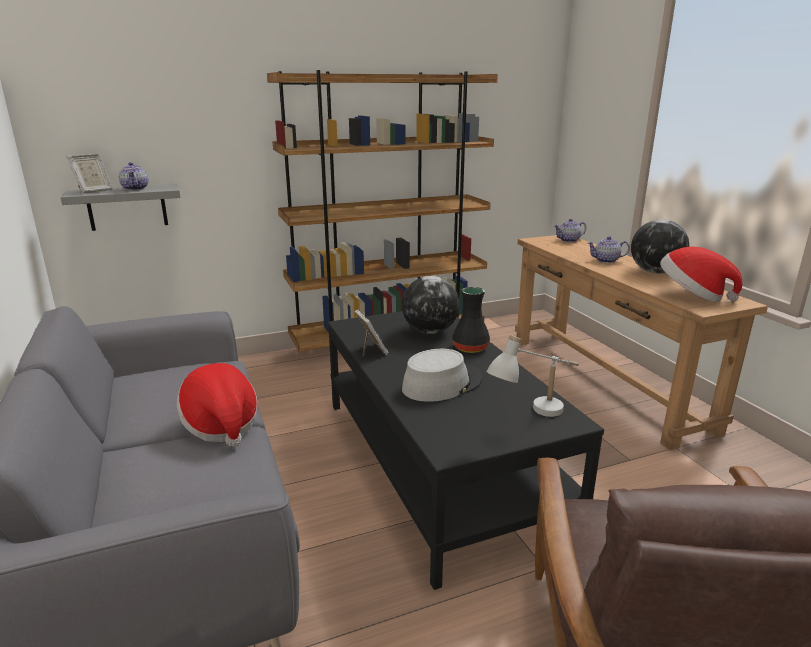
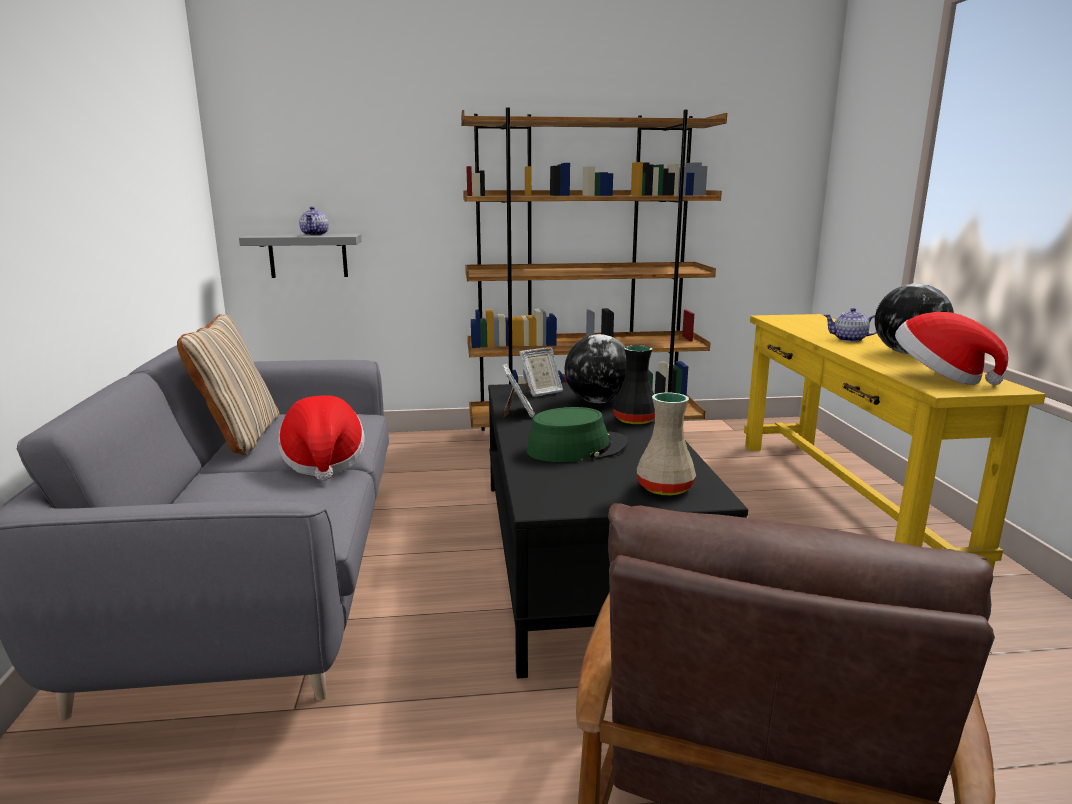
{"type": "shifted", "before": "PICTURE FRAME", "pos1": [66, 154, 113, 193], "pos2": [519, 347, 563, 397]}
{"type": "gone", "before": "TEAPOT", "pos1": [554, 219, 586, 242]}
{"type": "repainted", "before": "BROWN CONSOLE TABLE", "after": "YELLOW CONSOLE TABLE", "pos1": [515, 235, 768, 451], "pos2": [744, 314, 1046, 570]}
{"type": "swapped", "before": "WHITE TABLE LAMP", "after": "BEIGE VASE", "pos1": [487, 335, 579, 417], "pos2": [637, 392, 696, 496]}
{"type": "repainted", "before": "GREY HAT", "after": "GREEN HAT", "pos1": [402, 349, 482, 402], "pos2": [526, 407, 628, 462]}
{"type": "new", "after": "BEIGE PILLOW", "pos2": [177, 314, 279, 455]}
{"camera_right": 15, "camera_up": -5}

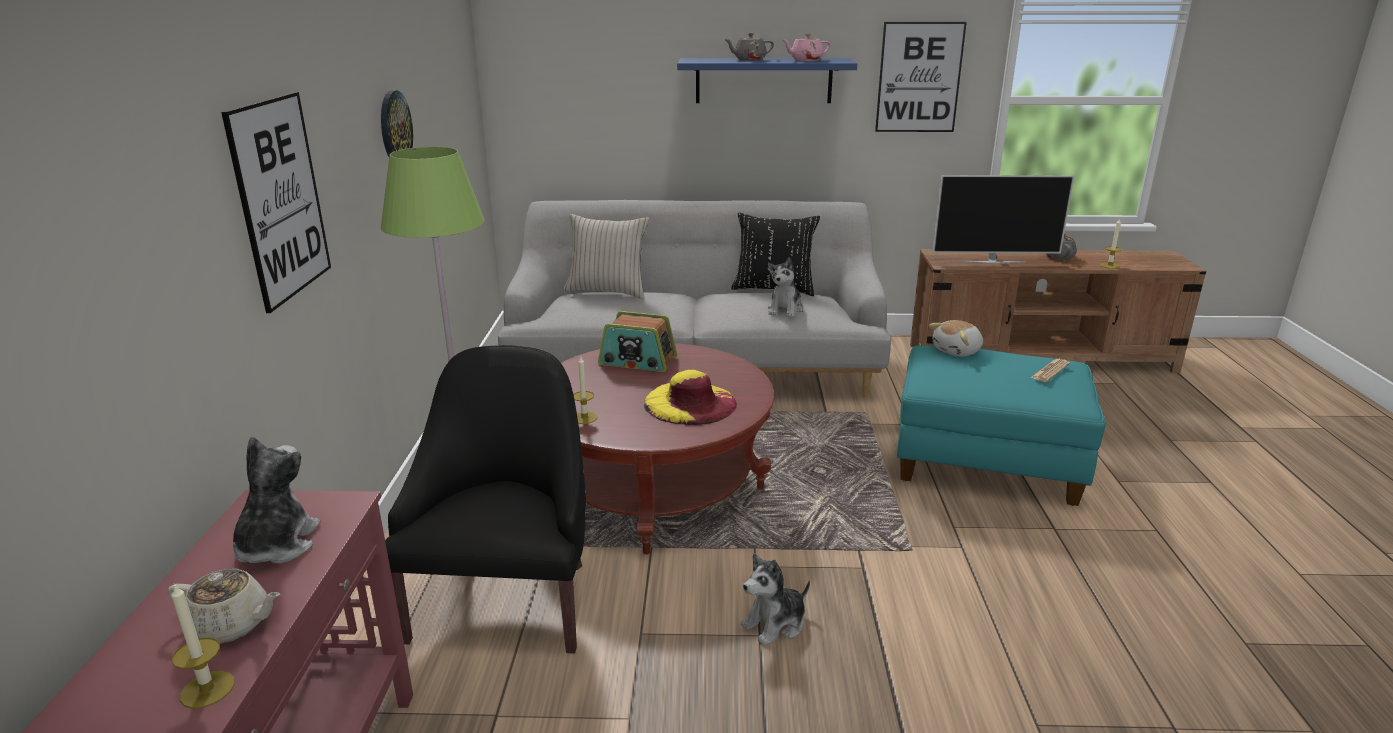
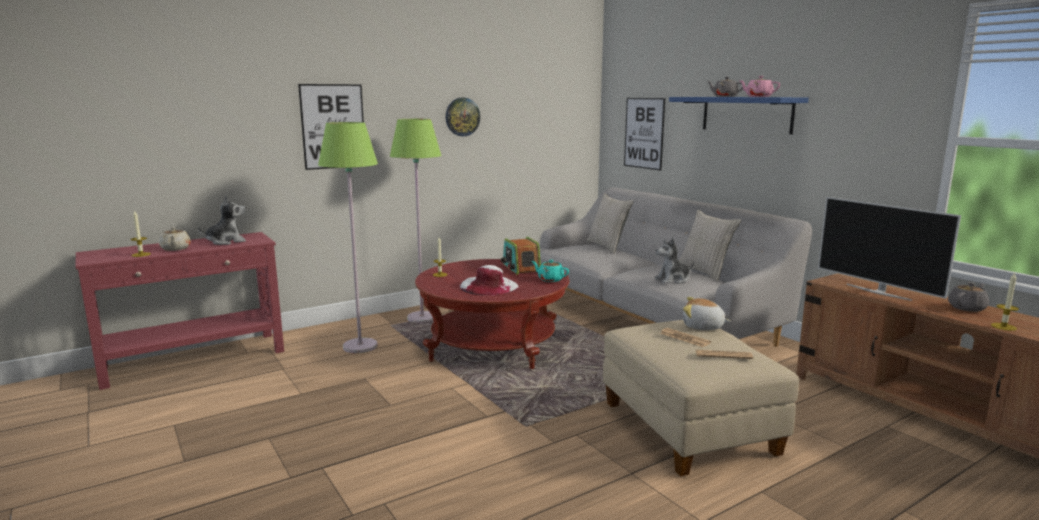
{"type": "shifted", "before": "PICTURE", "pos1": [875, 22, 967, 132], "pos2": [624, 98, 665, 170]}
{"type": "repainted", "before": "BLACK PILLOW", "after": "BEIGE PILLOW", "pos1": [731, 213, 820, 296], "pos2": [679, 210, 741, 282]}
{"type": "swapped", "before": "BLACK ARMCHAIR", "after": "GREEN FLOOR LAMP", "pos1": [385, 345, 586, 654], "pos2": [318, 122, 378, 353]}
{"type": "repainted", "before": "TURQUOISE OTTOMAN", "after": "BEIGE OTTOMAN", "pos1": [897, 345, 1106, 506], "pos2": [603, 320, 799, 476]}
{"type": "repainted", "before": "YELLOW HAT", "after": "WHITE HAT", "pos1": [644, 370, 737, 425], "pos2": [460, 265, 519, 295]}
{"type": "gone", "before": "PLUSH TOY", "pos1": [741, 553, 810, 646]}
{"type": "new", "after": "TURQUOISE TEAPOT", "pos2": [532, 260, 569, 282]}
{"type": "new", "after": "NEWSPAPER", "pos2": [660, 328, 711, 347]}
{"camera_right": 55, "camera_up": -10}

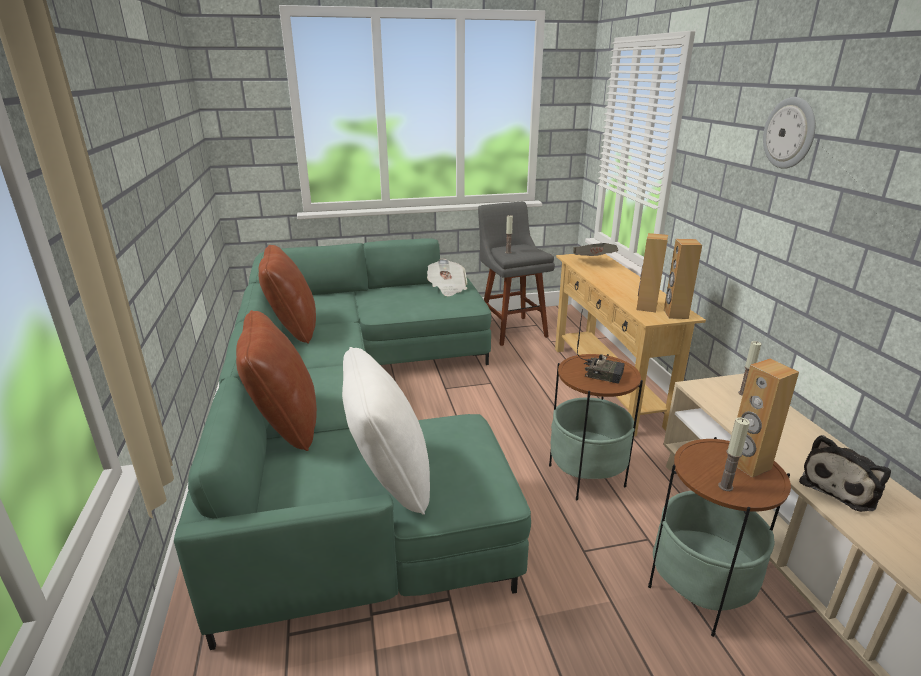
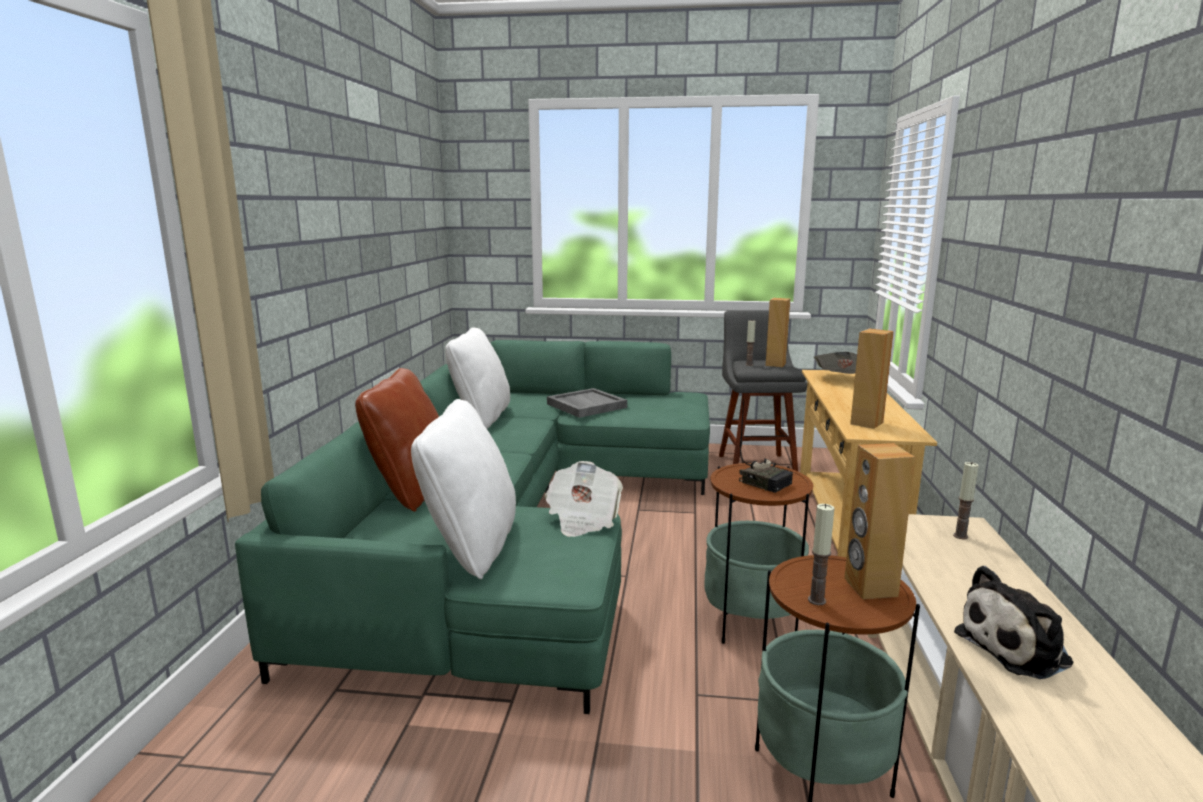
{"type": "gone", "before": "WALL CLOCK", "pos1": [763, 97, 815, 169]}
{"type": "shifted", "before": "BROWN SPEAKER", "pos1": [664, 239, 702, 319], "pos2": [766, 298, 790, 367]}
{"type": "repainted", "before": "BROWN PILLOW", "after": "WHITE PILLOW", "pos1": [259, 245, 316, 344], "pos2": [445, 327, 510, 429]}
{"type": "shifted", "before": "NEWSPAPER", "pos1": [427, 258, 467, 296], "pos2": [545, 461, 623, 537]}
{"type": "new", "after": "GREY TRAY", "pos2": [547, 388, 627, 418]}
{"camera_right": 20, "camera_up": -10}

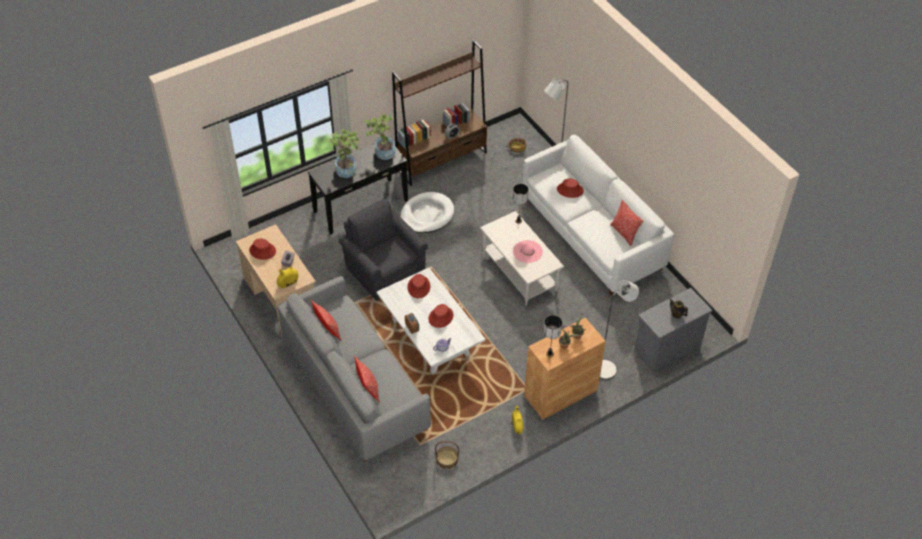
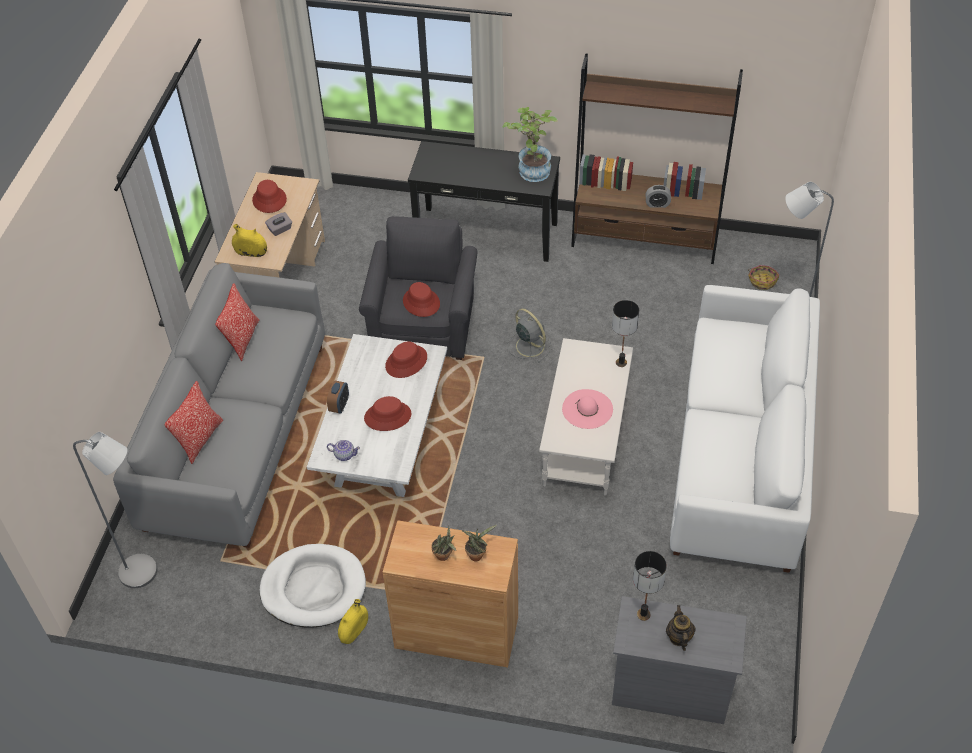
{"type": "gone", "before": "POTTED PLANT", "pos1": [328, 129, 359, 178]}
{"type": "shifted", "before": "RED HAT", "pos1": [557, 178, 584, 198], "pos2": [403, 282, 440, 317]}
{"type": "shifted", "before": "WHITE DOG BED", "pos1": [400, 192, 454, 233], "pos2": [260, 544, 366, 627]}
{"type": "gone", "before": "PILLOW", "pos1": [610, 200, 644, 246]}
{"type": "shifted", "before": "GREY FLOOR LAMP", "pos1": [600, 280, 639, 380], "pos2": [73, 432, 157, 588]}
{"type": "shifted", "before": "TABLE LAMP", "pos1": [544, 315, 562, 358], "pos2": [633, 551, 667, 621]}
{"type": "gone", "before": "BASKET", "pos1": [435, 441, 459, 469]}
{"type": "new", "after": "GREY FAN", "pos2": [507, 309, 551, 363]}
{"camera_right": 45, "camera_up": 0}

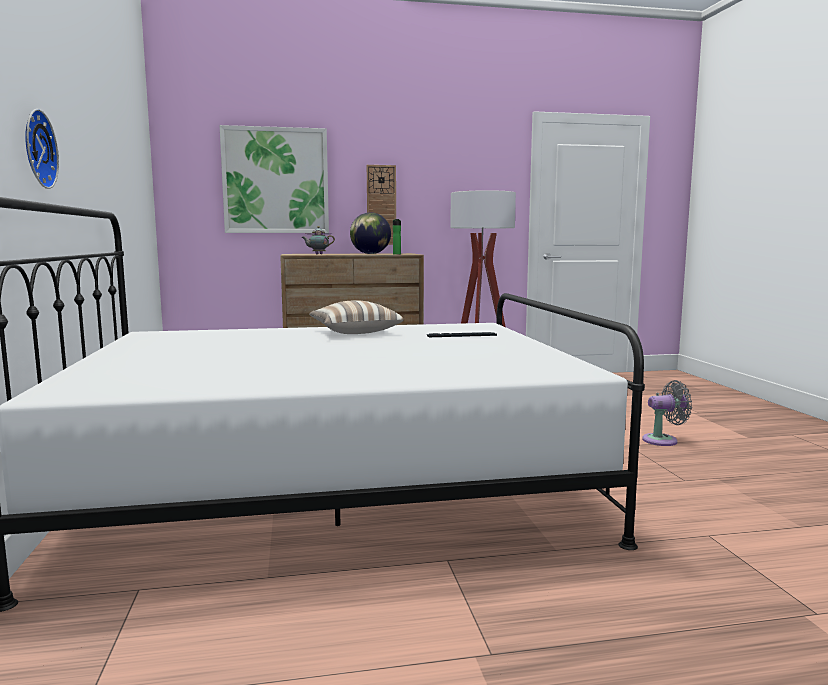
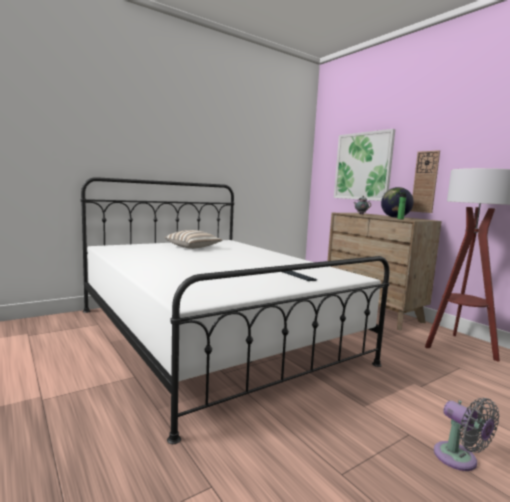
{"type": "gone", "before": "WALL CLOCK", "pos1": [25, 109, 59, 189]}
{"type": "shifted", "before": "PILLOW", "pos1": [309, 300, 404, 334], "pos2": [165, 230, 223, 249]}
{"camera_right": 65, "camera_up": 0}

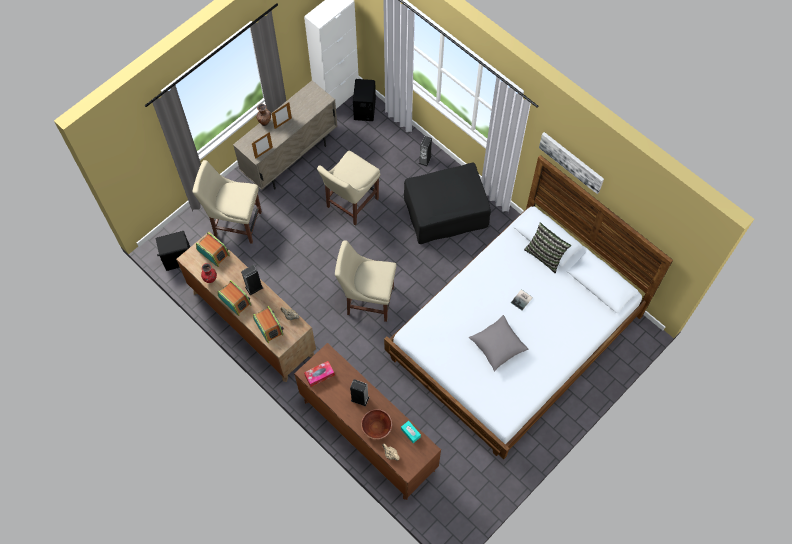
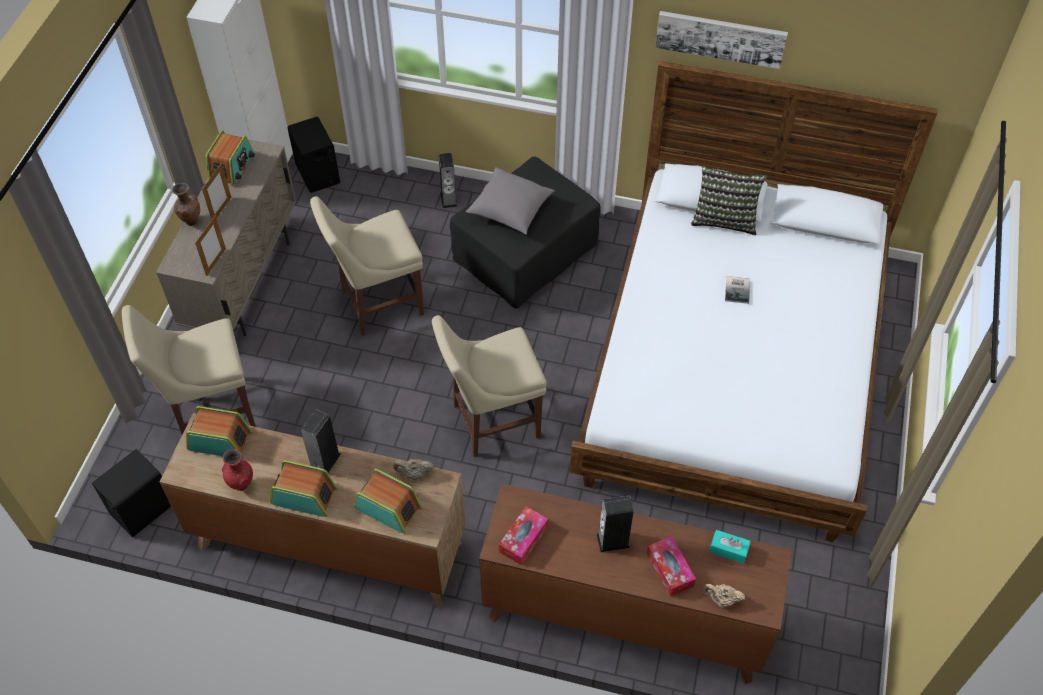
{"type": "rotated", "before": "BEIGE CHAIR", "pos1": [317, 150, 380, 226], "pos2": [310, 196, 424, 336], "turn": 60}
{"type": "shifted", "before": "GREY PILLOW", "pos1": [469, 315, 529, 372], "pos2": [466, 167, 555, 235]}
{"type": "swapped", "before": "BROWN BOWL", "after": "TISSUE BOX", "pos1": [361, 409, 392, 439], "pos2": [647, 536, 696, 596]}
{"type": "new", "after": "RADIO", "pos2": [206, 130, 255, 186]}
{"camera_right": -30, "camera_up": -10}

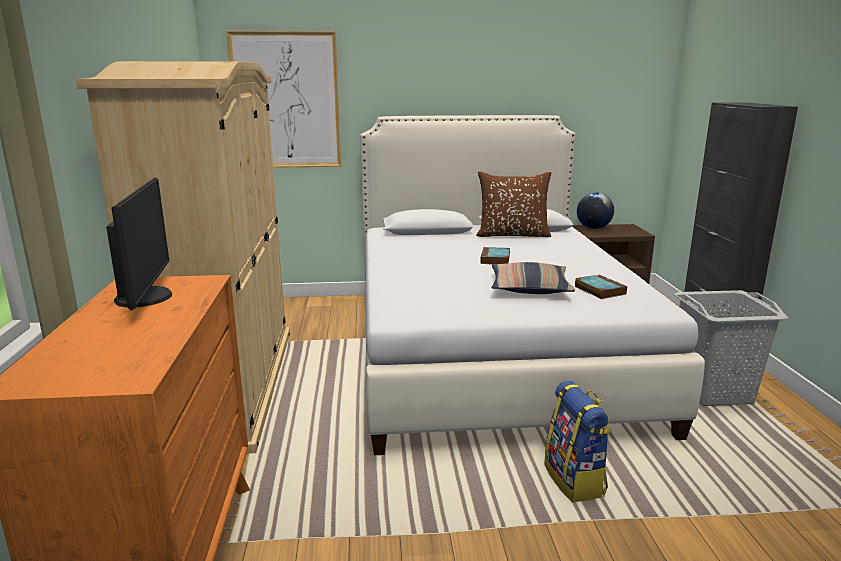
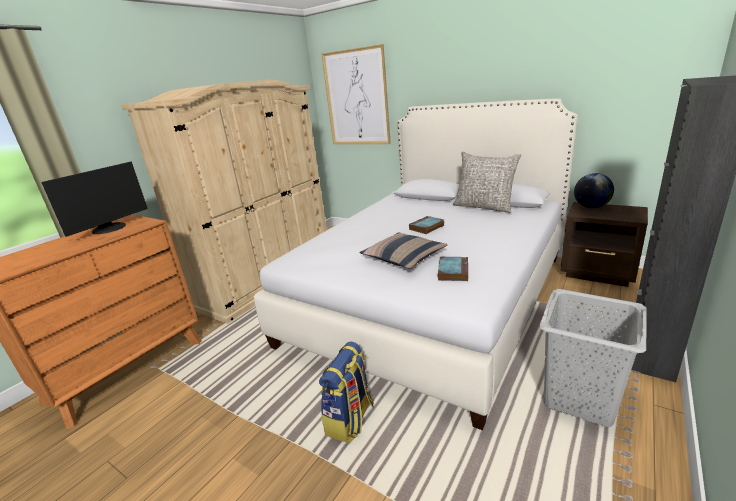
{"type": "repainted", "before": "BROWN PILLOW", "after": "GREY PILLOW", "pos1": [476, 171, 551, 237], "pos2": [453, 152, 521, 213]}
{"camera_right": 40, "camera_up": 5}

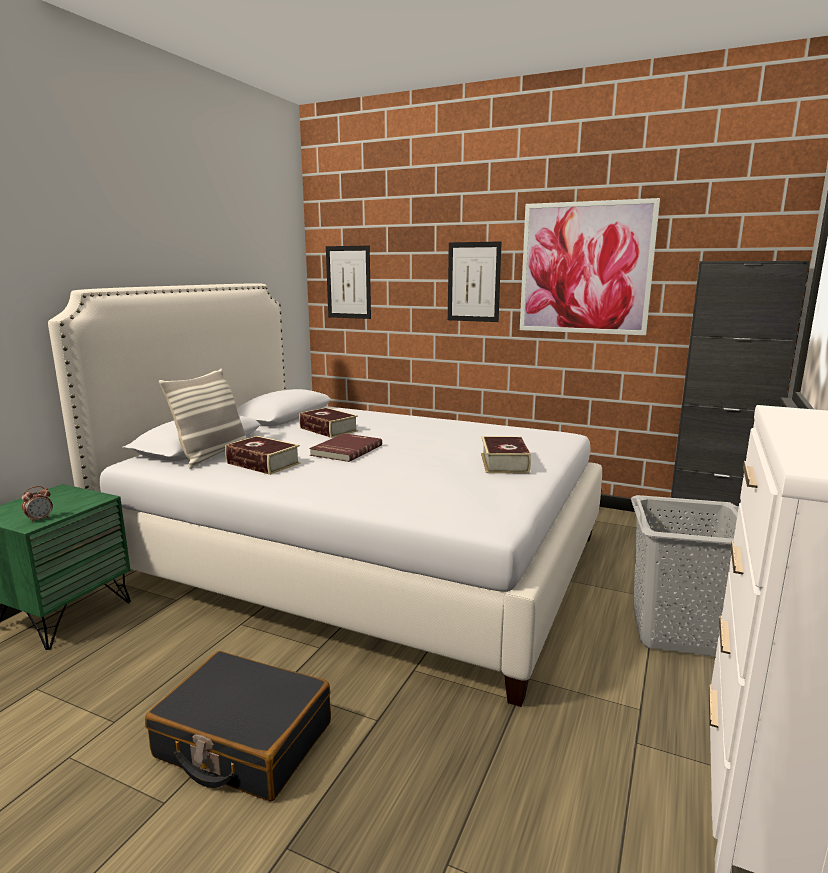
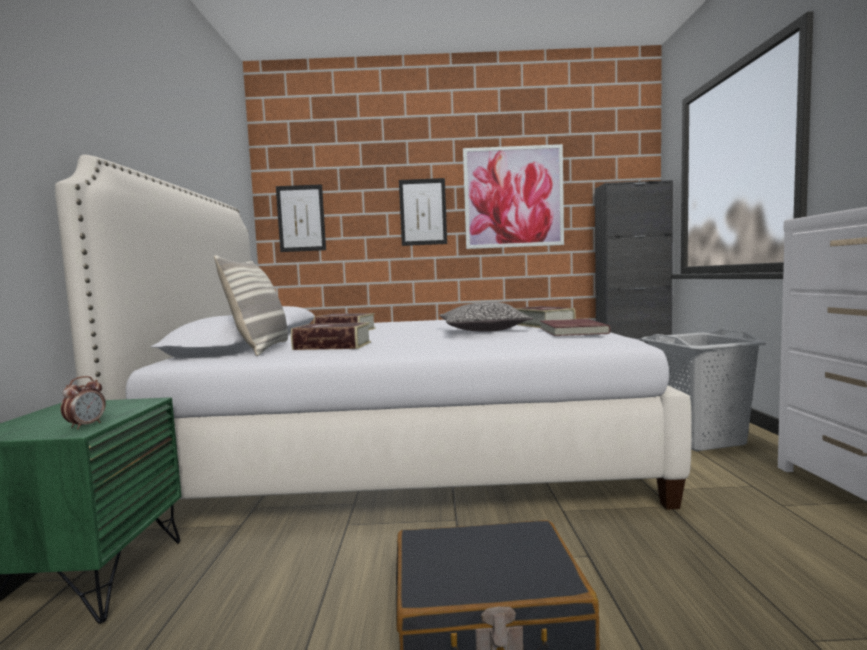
{"type": "shifted", "before": "RED BOOK", "pos1": [309, 433, 382, 462], "pos2": [540, 319, 611, 336]}
{"type": "new", "after": "PILLOW", "pos2": [439, 302, 533, 332]}
{"camera_right": -25, "camera_up": -10}

